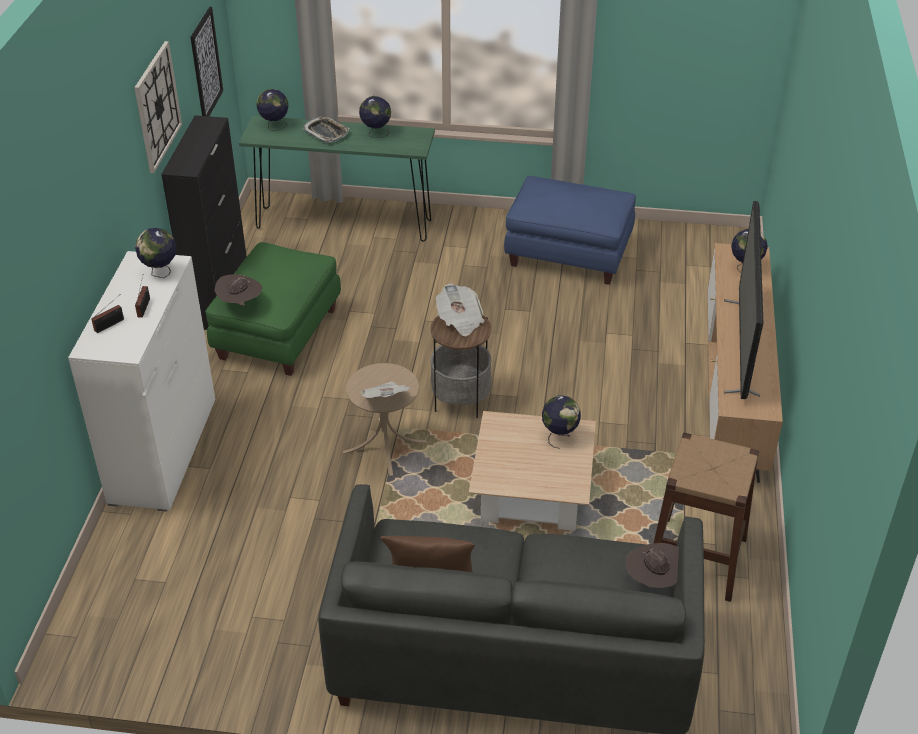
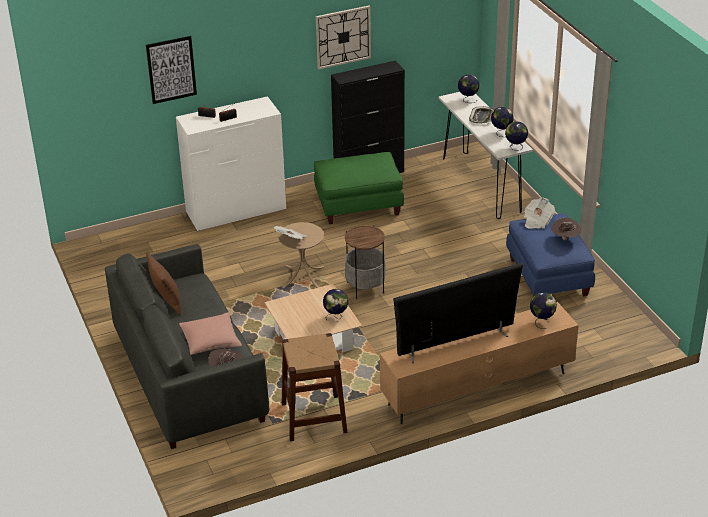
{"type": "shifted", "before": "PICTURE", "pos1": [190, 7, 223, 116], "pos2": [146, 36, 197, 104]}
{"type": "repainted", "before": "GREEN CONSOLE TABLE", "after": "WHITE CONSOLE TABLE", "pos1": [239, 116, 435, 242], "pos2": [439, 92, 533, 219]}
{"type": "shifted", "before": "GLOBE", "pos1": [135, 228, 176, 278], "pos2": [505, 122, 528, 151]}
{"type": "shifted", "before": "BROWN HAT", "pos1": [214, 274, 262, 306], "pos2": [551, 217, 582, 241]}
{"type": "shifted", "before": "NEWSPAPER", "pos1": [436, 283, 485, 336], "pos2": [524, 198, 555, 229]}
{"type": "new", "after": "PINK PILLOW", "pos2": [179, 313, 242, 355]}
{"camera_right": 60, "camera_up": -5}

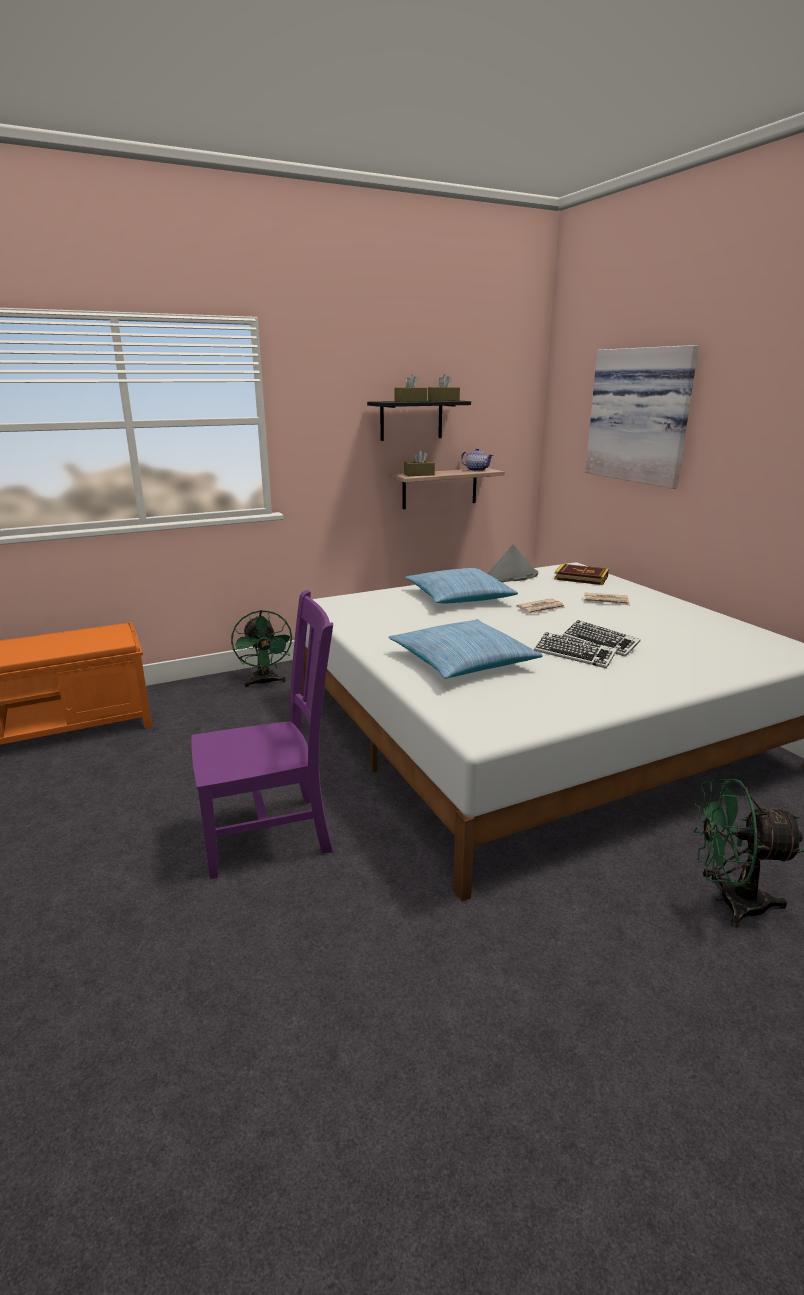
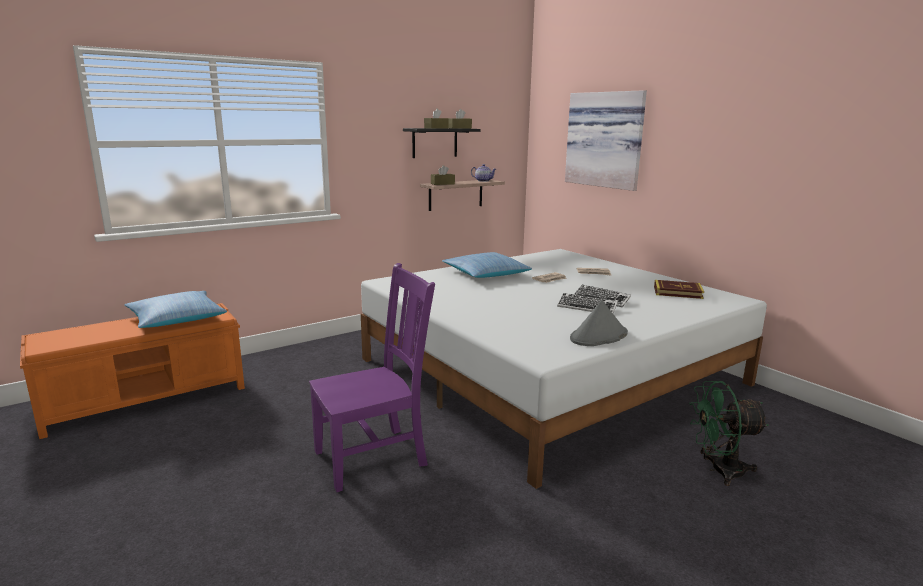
{"type": "shifted", "before": "GREY HAT", "pos1": [487, 544, 538, 582], "pos2": [570, 300, 628, 346]}
{"type": "shifted", "before": "BOOK", "pos1": [554, 564, 609, 585], "pos2": [654, 280, 704, 299]}
{"type": "gone", "before": "GREEN FAN", "pos1": [231, 610, 294, 687]}
{"type": "shifted", "before": "PILLOW", "pos1": [388, 619, 543, 679], "pos2": [124, 291, 227, 328]}
{"camera_right": -10, "camera_up": -5}

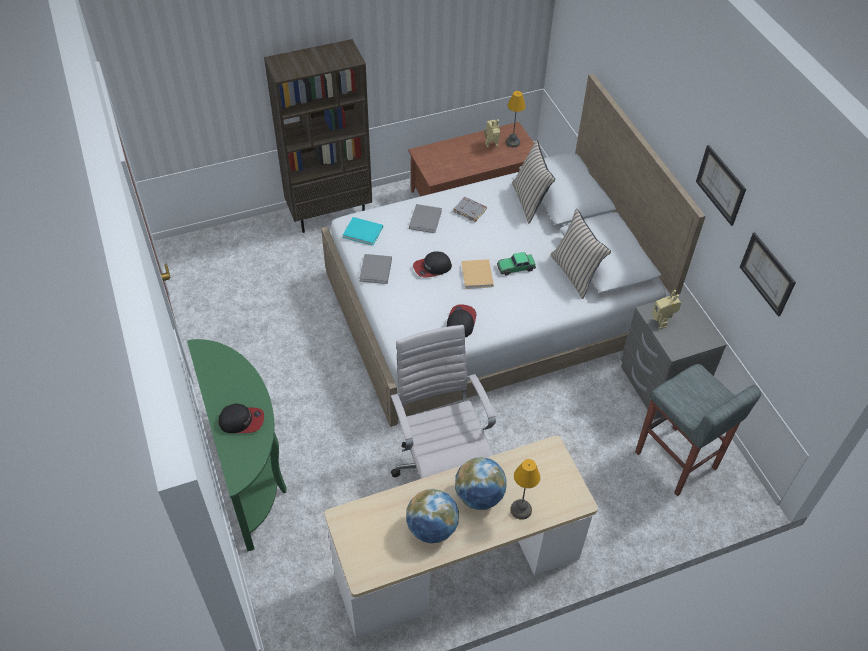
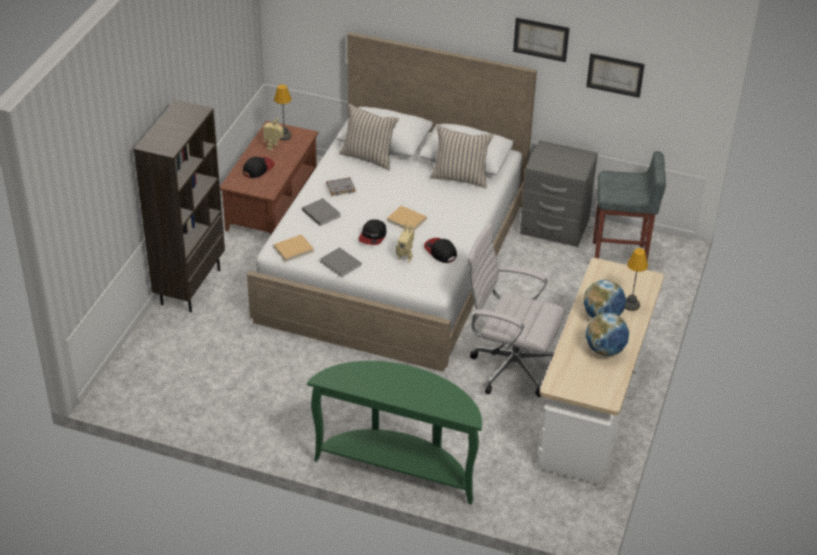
{"type": "repainted", "before": "TURQUOISE BOOK", "after": "BEIGE BOOK", "pos1": [343, 217, 383, 246], "pos2": [273, 234, 314, 262]}
{"type": "gone", "before": "TOY CAR", "pos1": [497, 252, 536, 276]}
{"type": "shifted", "before": "TOY ROBOT", "pos1": [652, 290, 681, 329], "pos2": [396, 223, 414, 262]}
{"type": "shifted", "before": "CAP", "pos1": [218, 404, 264, 433], "pos2": [243, 157, 274, 178]}
{"camera_right": -50, "camera_up": -10}

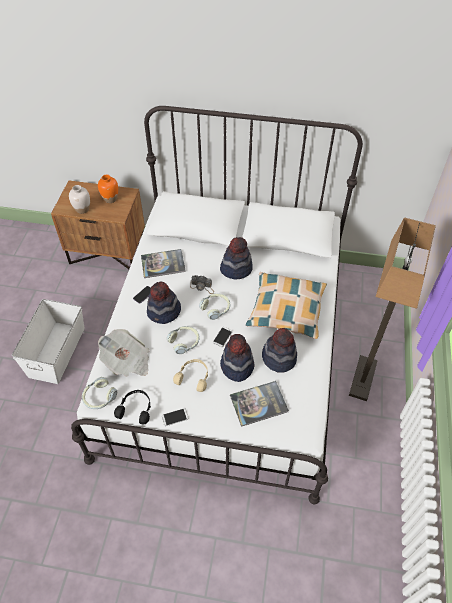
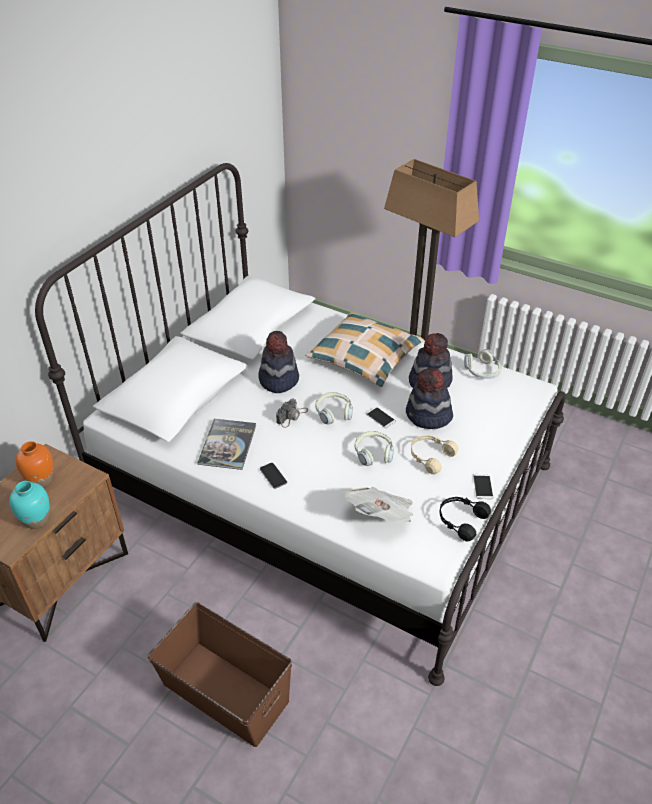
{"type": "repainted", "before": "WHITE VASE", "after": "TURQUOISE VASE", "pos1": [69, 185, 90, 214], "pos2": [9, 481, 50, 529]}
{"type": "gone", "before": "HAT", "pos1": [147, 281, 181, 324]}
{"type": "repainted", "before": "WHITE STORAGE BOX", "after": "BROWN STORAGE BOX", "pos1": [12, 299, 85, 384], "pos2": [148, 602, 292, 747]}
{"type": "shifted", "before": "HEADPHONES", "pos1": [82, 377, 117, 409], "pos2": [464, 349, 502, 379]}
{"type": "gone", "before": "BOOK", "pos1": [230, 381, 289, 427]}
{"camera_right": -70, "camera_up": -10}

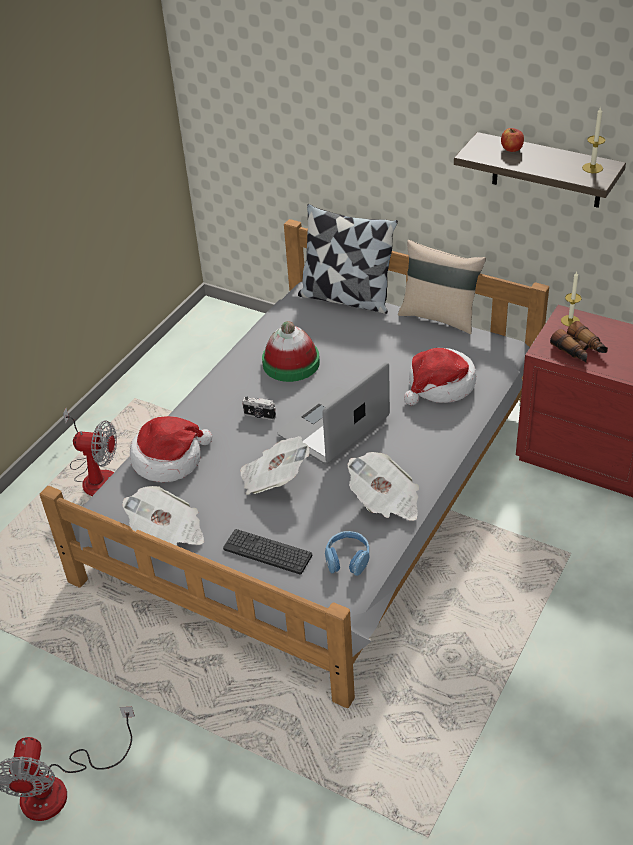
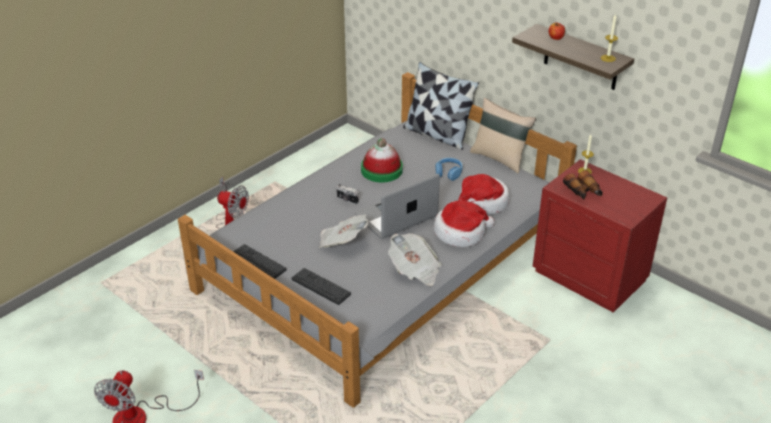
{"type": "shifted", "before": "HAT", "pos1": [130, 416, 212, 482], "pos2": [434, 200, 495, 247]}
{"type": "swapped", "before": "NEWSPAPER", "after": "KEYBOARD", "pos1": [122, 486, 204, 546], "pos2": [233, 244, 287, 279]}
{"type": "shifted", "before": "BLUE HEADPHONES", "pos1": [325, 531, 369, 576], "pos2": [435, 158, 462, 181]}
{"camera_right": 10, "camera_up": -5}

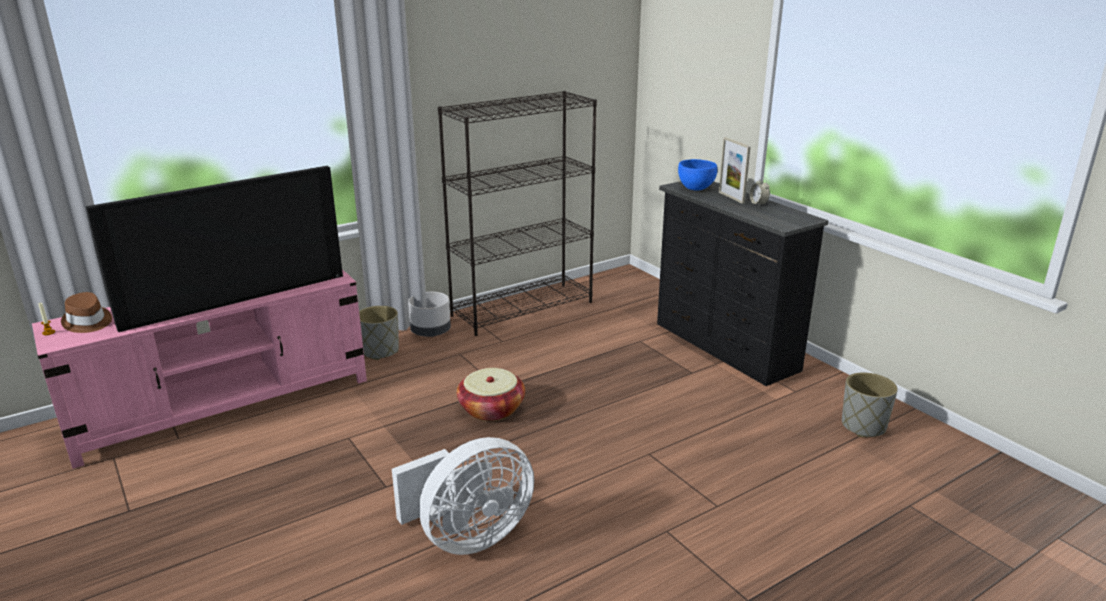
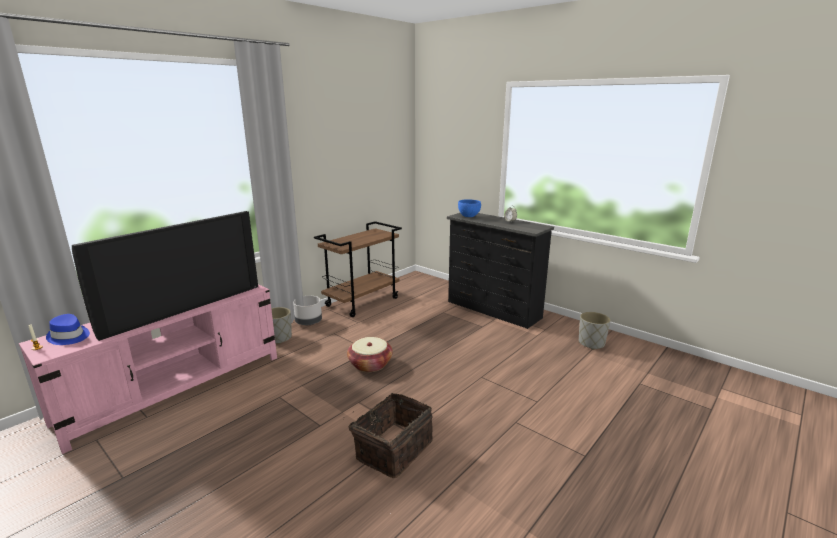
{"type": "swapped", "before": "BLACK BOOKCASE", "after": "BROWN CART", "pos1": [438, 91, 597, 336], "pos2": [314, 221, 402, 317]}
{"type": "gone", "before": "PICTURE FRAME", "pos1": [719, 137, 751, 204]}
{"type": "repainted", "before": "BROWN HAT", "after": "BLUE HAT", "pos1": [61, 292, 112, 333], "pos2": [46, 314, 90, 345]}
{"type": "swapped", "before": "WHITE FAN", "after": "BASKET", "pos1": [392, 437, 534, 555], "pos2": [343, 393, 433, 478]}
{"camera_right": -15, "camera_up": -5}

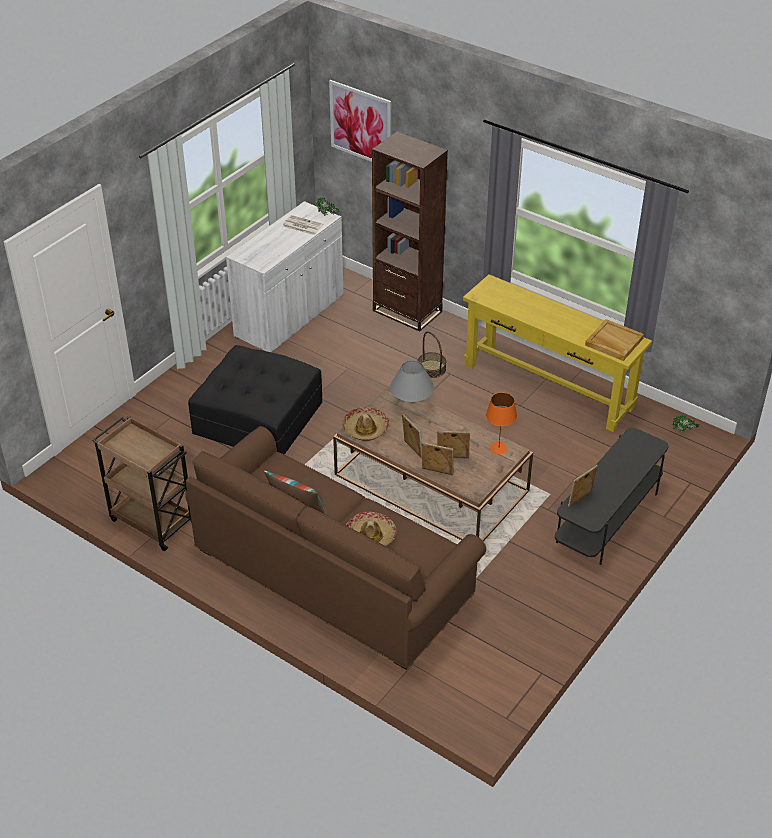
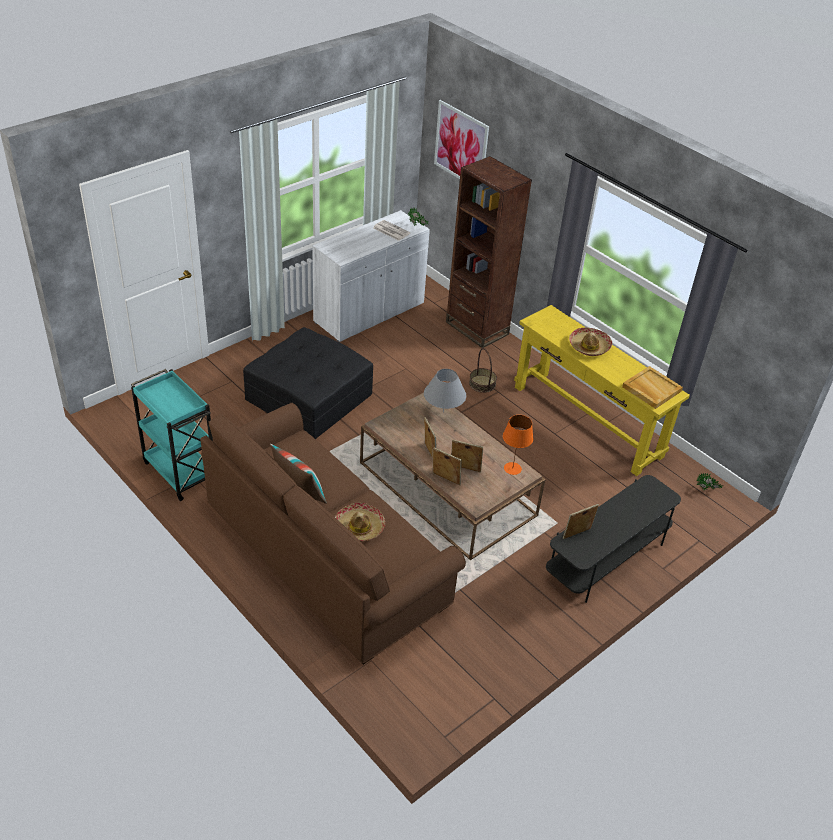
{"type": "shifted", "before": "HAT", "pos1": [342, 407, 389, 441], "pos2": [569, 327, 613, 356]}
{"type": "repainted", "before": "BROWN CART", "after": "TURQUOISE CART", "pos1": [93, 416, 192, 551], "pos2": [131, 369, 213, 501]}
{"camera_right": 10, "camera_up": 0}

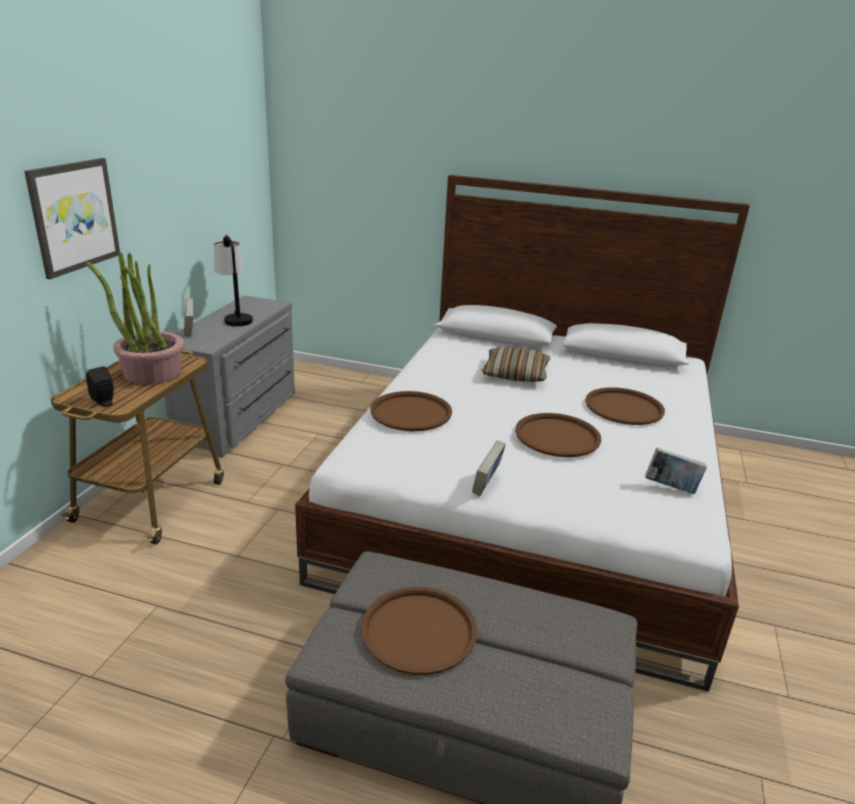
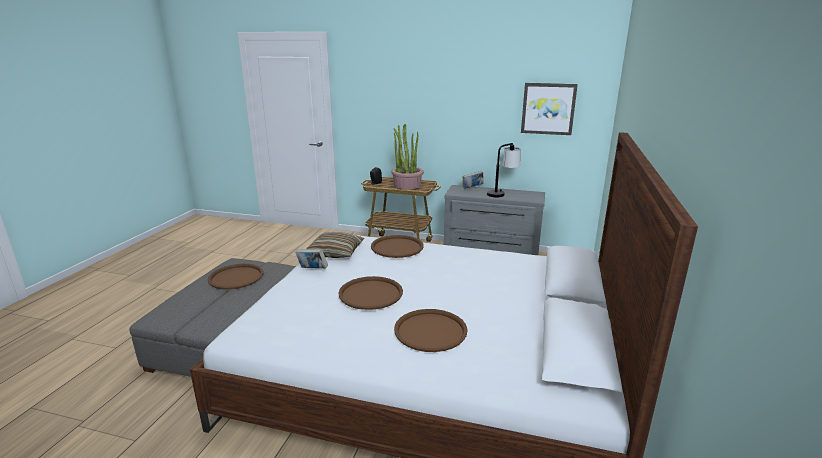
{"type": "shifted", "before": "PICTURE", "pos1": [24, 158, 120, 279], "pos2": [521, 83, 578, 135]}
{"type": "shifted", "before": "PILLOW", "pos1": [481, 347, 550, 382], "pos2": [306, 232, 365, 258]}
{"type": "gone", "before": "BOOK", "pos1": [645, 448, 707, 494]}
{"camera_right": 90, "camera_up": -5}

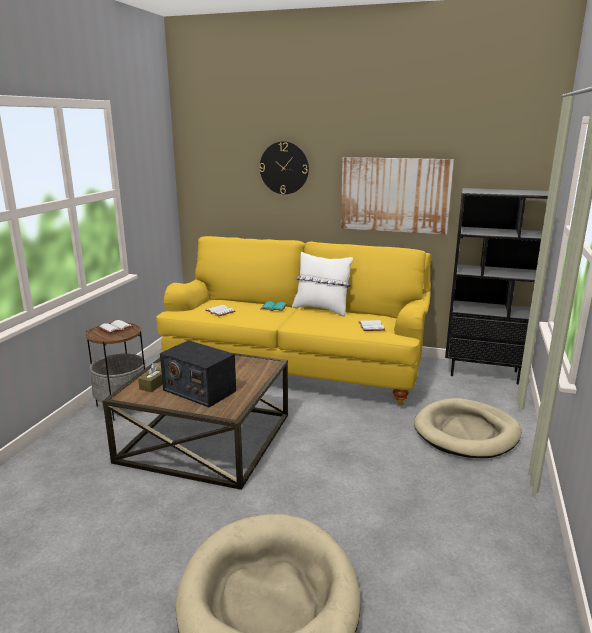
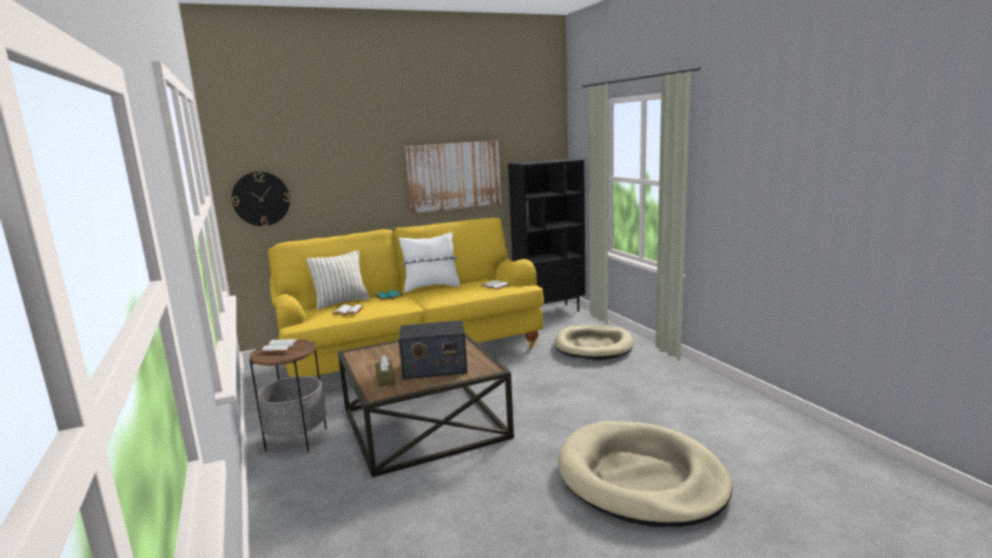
{"type": "shifted", "before": "WALL CLOCK", "pos1": [259, 141, 309, 194], "pos2": [232, 172, 290, 226]}
{"type": "new", "after": "PILLOW", "pos2": [306, 250, 370, 310]}
{"camera_right": -40, "camera_up": -5}

